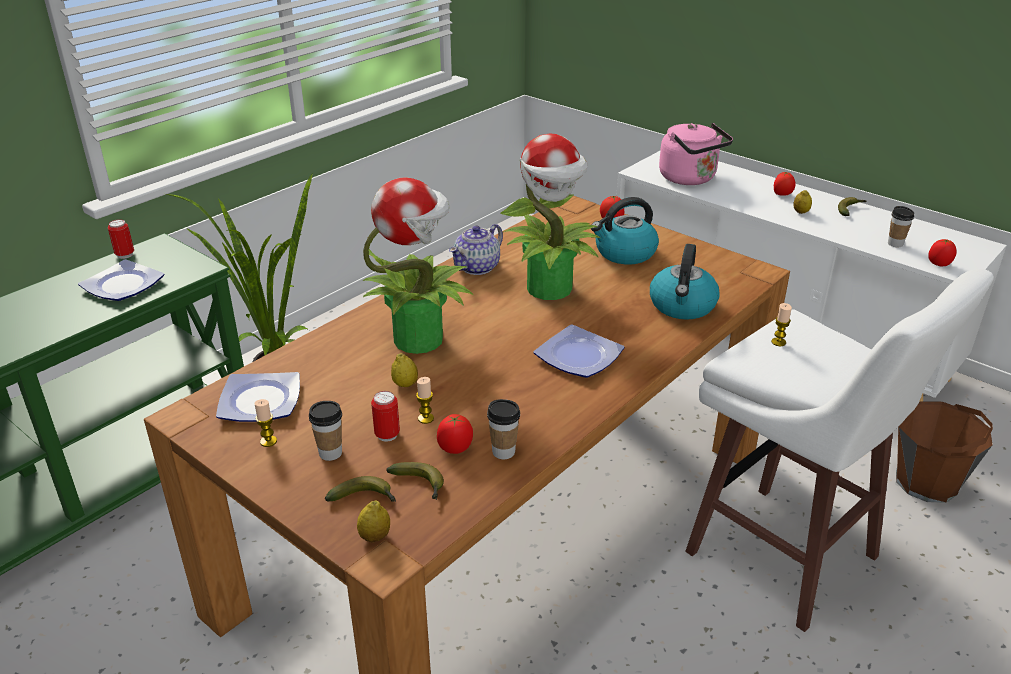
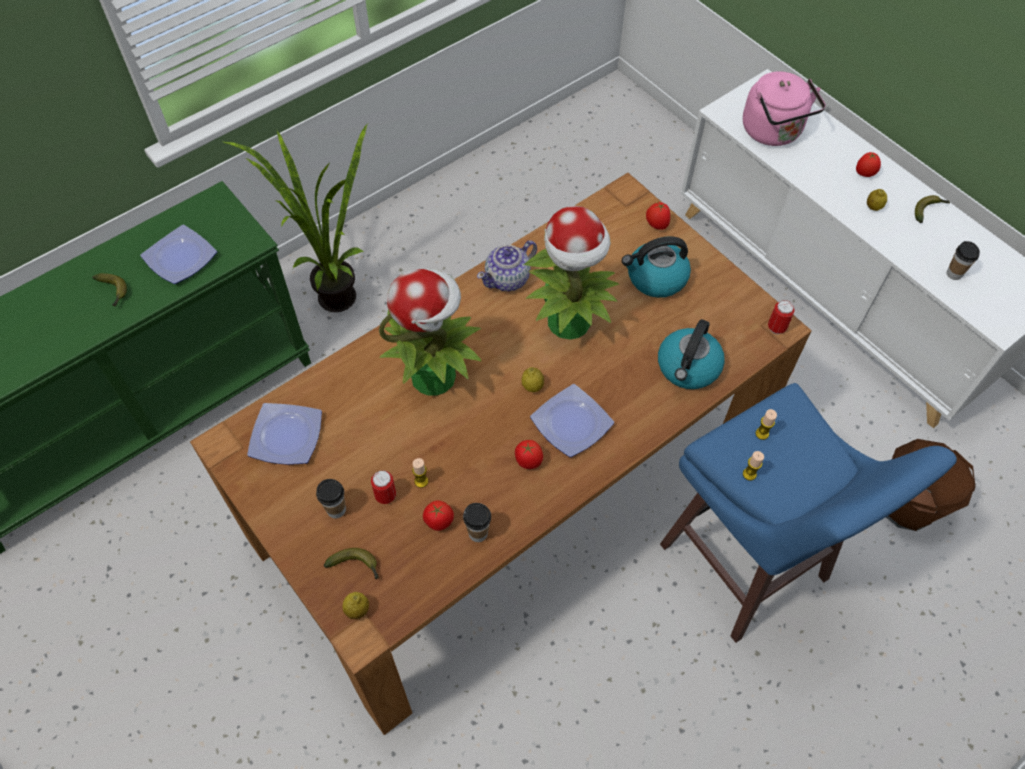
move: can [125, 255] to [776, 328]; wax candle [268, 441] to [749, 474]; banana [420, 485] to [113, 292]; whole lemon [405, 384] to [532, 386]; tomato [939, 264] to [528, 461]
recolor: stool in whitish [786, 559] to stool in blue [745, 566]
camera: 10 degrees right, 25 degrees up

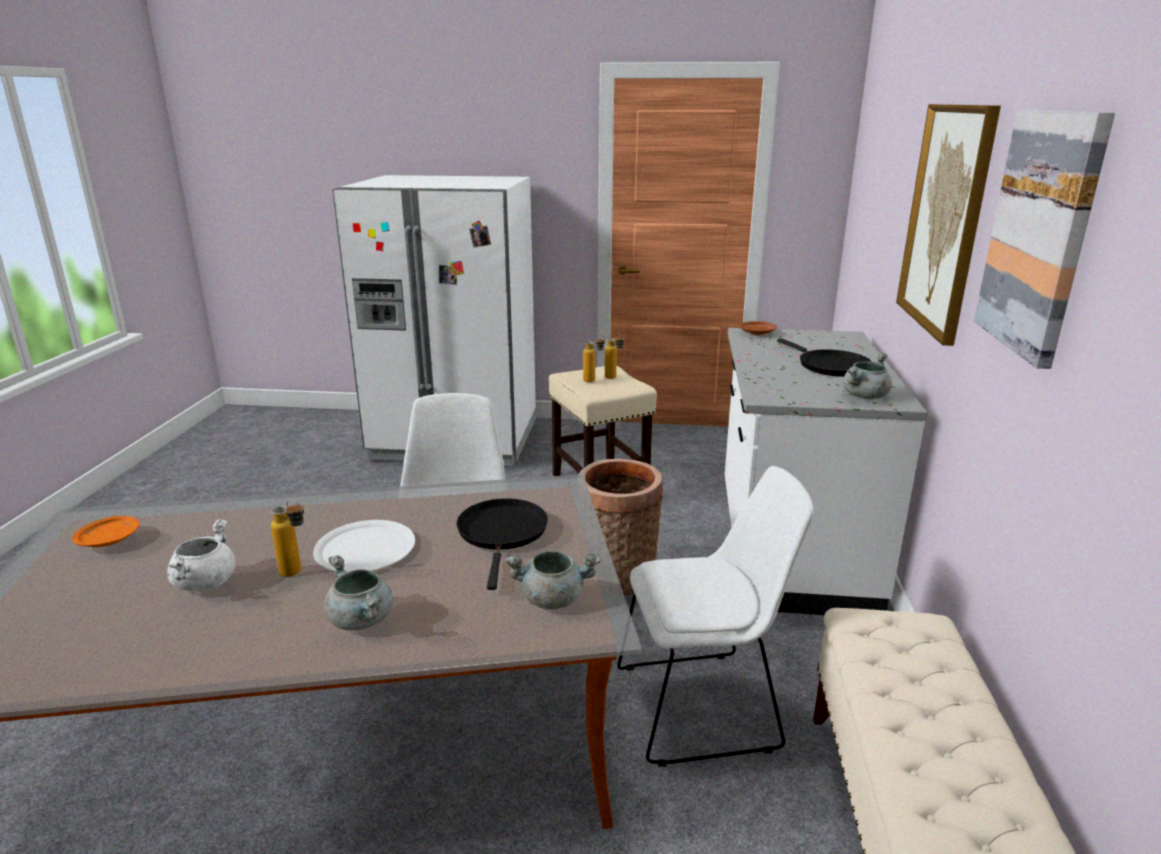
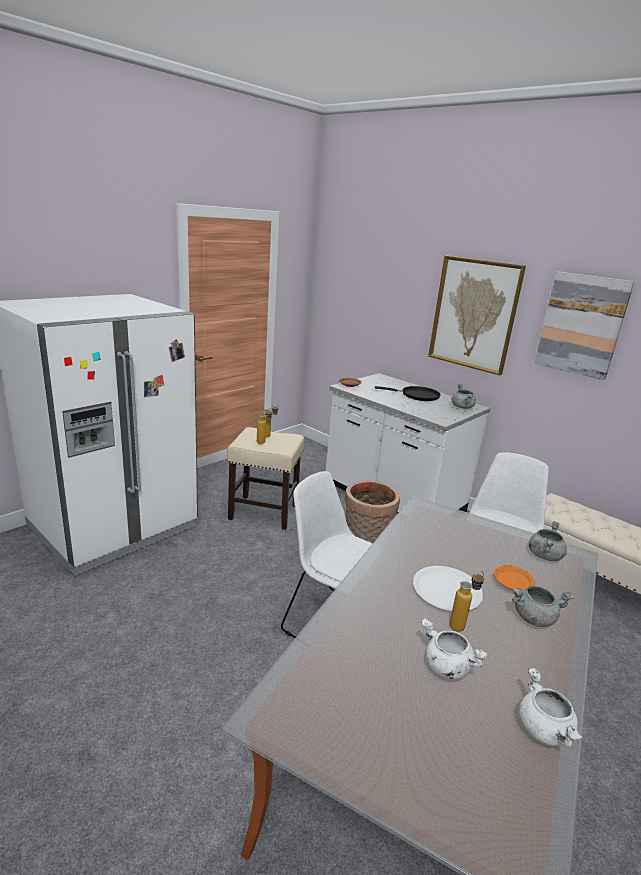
delete: skillet in black-coloured [502, 533]
insert: cooking pot in whitish [544, 731]
move: flat dish in orangey [110, 540] to [512, 584]
camera: 55 degrees left, 0 degrees up

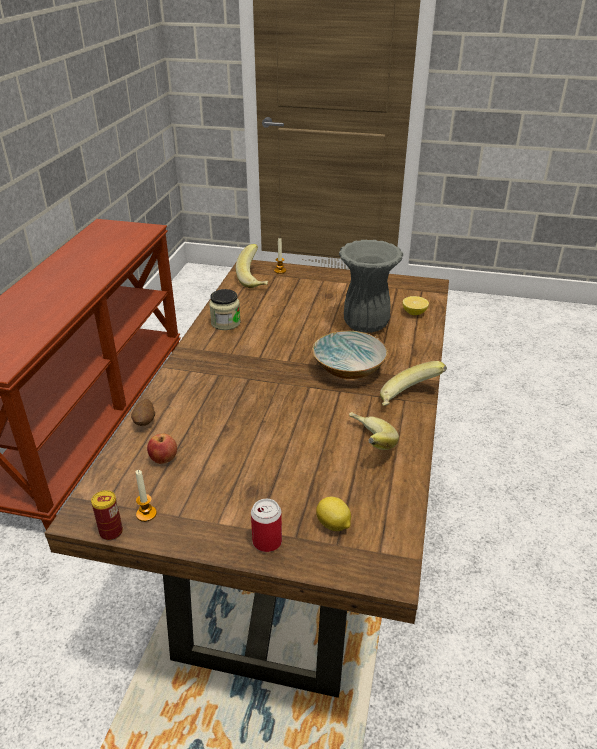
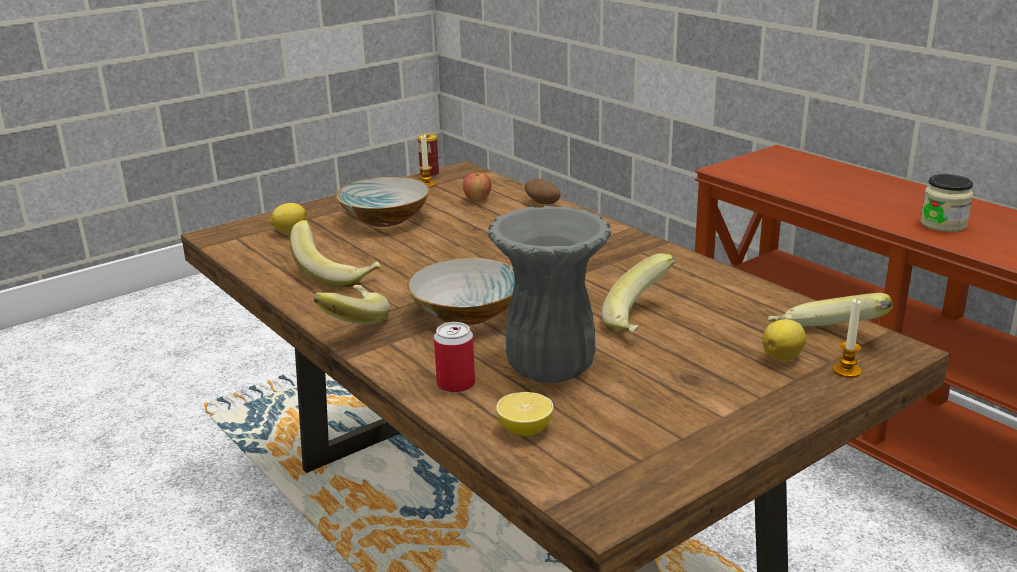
insert: serving bowl [385, 219]; banana [642, 321]; whole lemon [783, 357]
move: preserve jar [225, 323] to [943, 224]; can [267, 541] to [456, 384]
camera: 130 degrees right, 10 degrees down

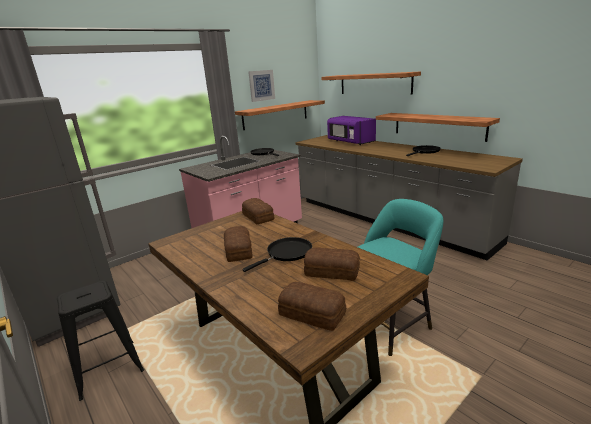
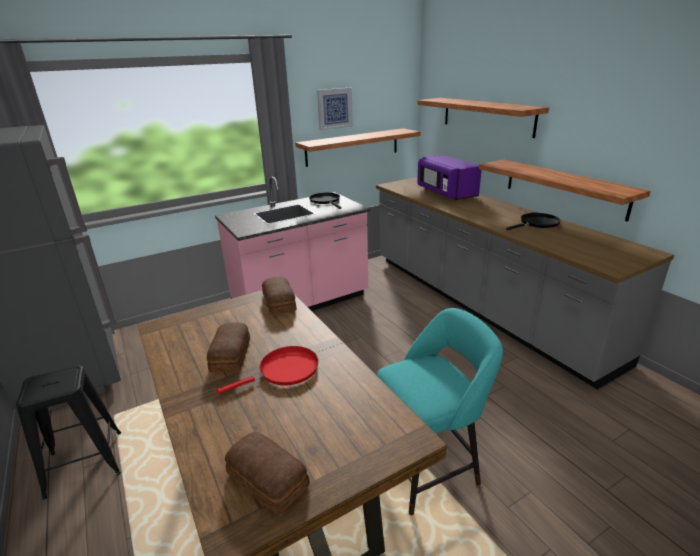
delete: bread [331, 271]
recolor: skillet in black-coloured [287, 253] to skillet in red-coloured [285, 371]
camera: 10 degrees right, 5 degrees up

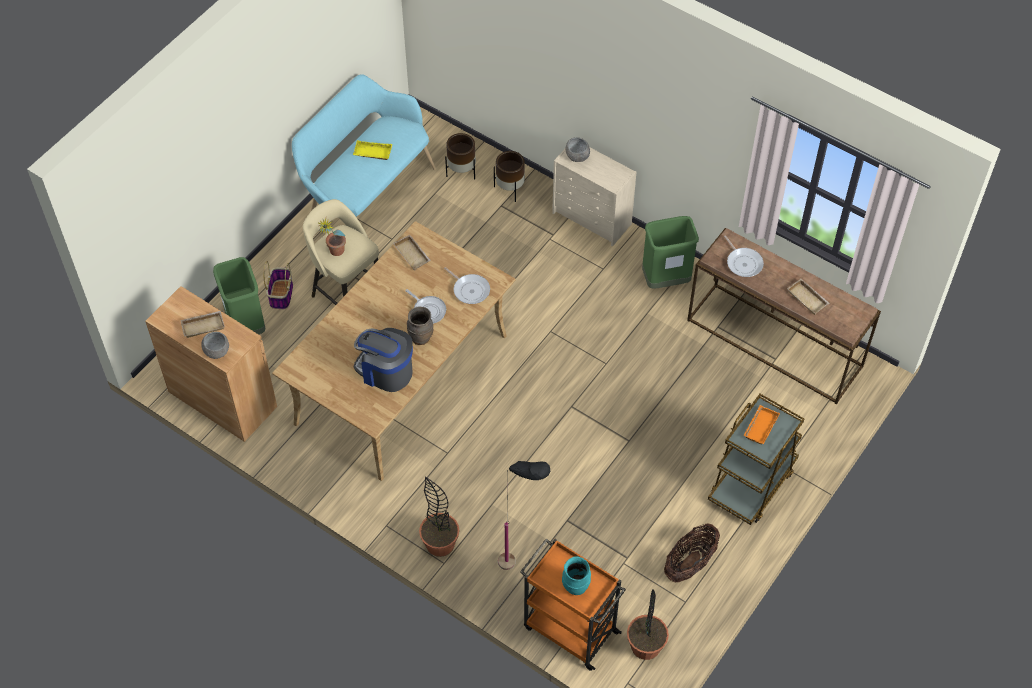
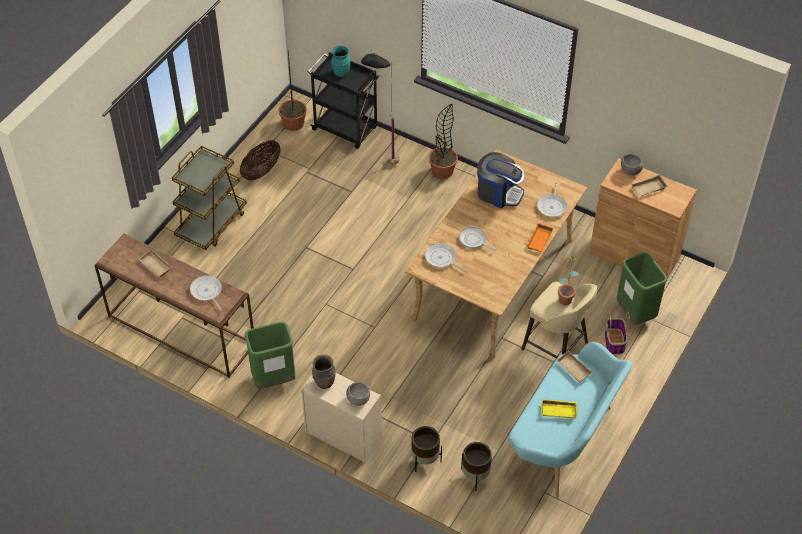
insert: skillet [552, 206]
move: tray in sand-coloured [413, 254] to [572, 369]; vase in brownish [421, 338] to [324, 382]; tray in orangey [760, 426] to [540, 240]
recolor: cart in orangey [569, 629] to cart in black-coloured [346, 129]
camera: 175 degrees right, 5 degrees down

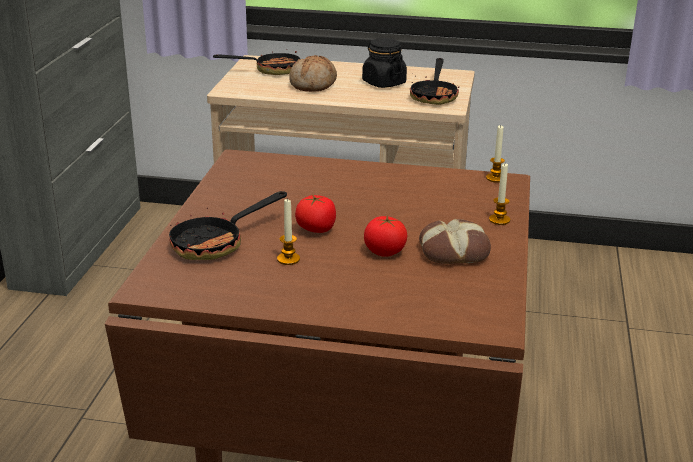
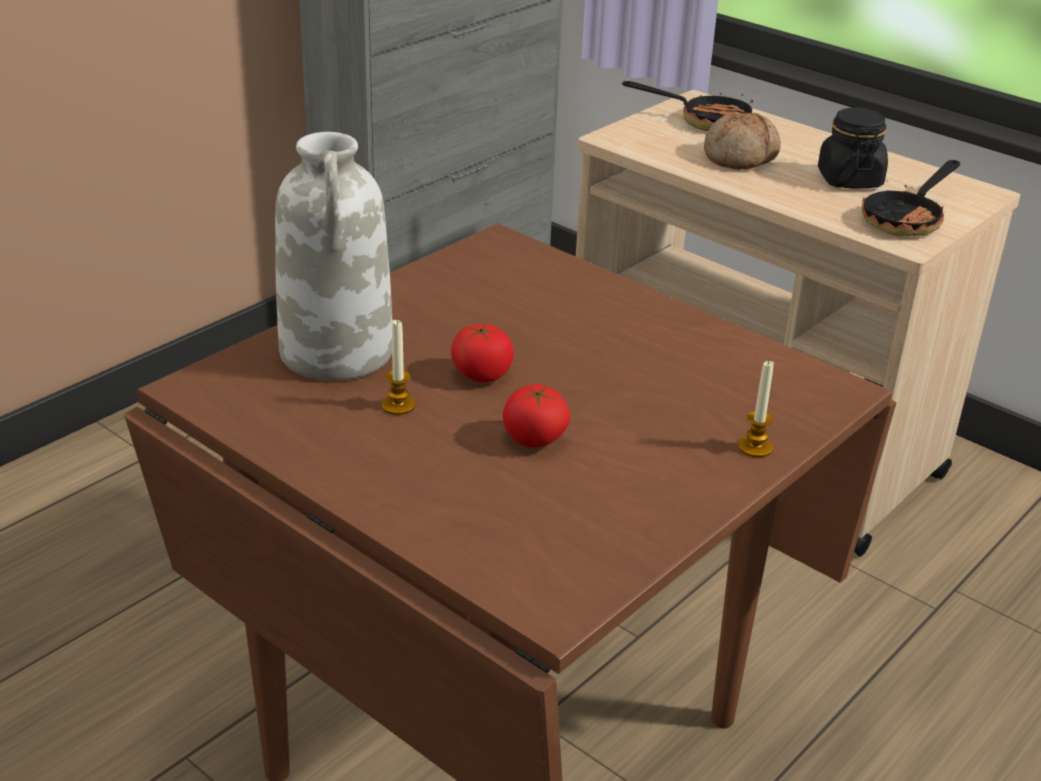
delete: bread [453, 250]; wax candle [495, 178]
replace: skillet [216, 243] to vase in whitish [338, 353]
camera: 30 degrees right, 5 degrees up

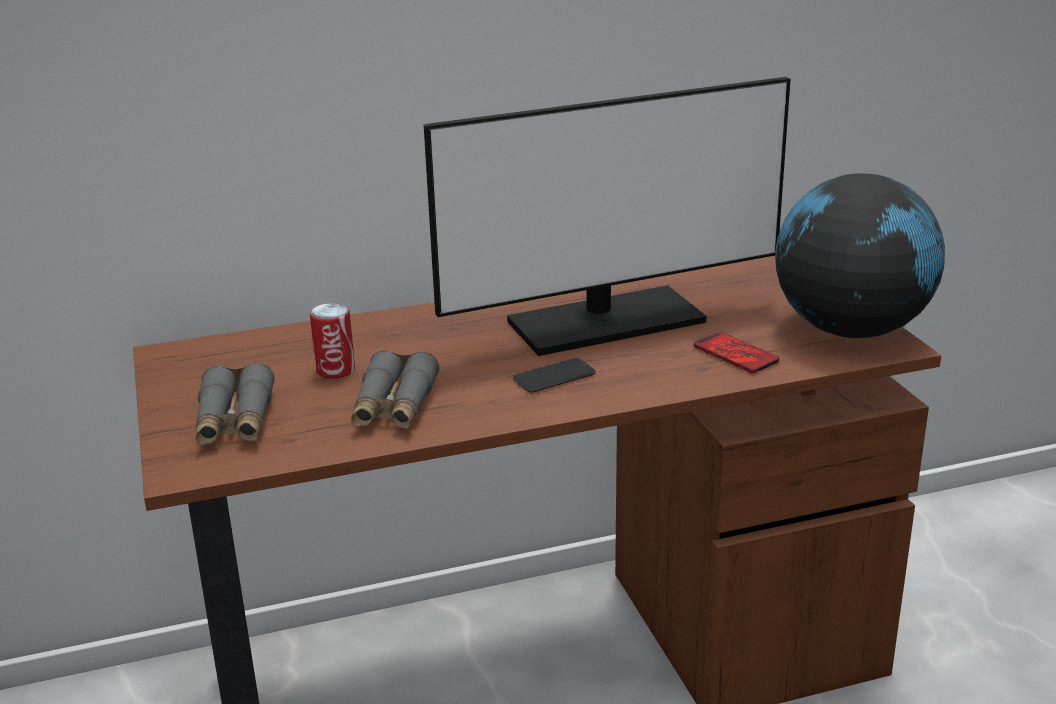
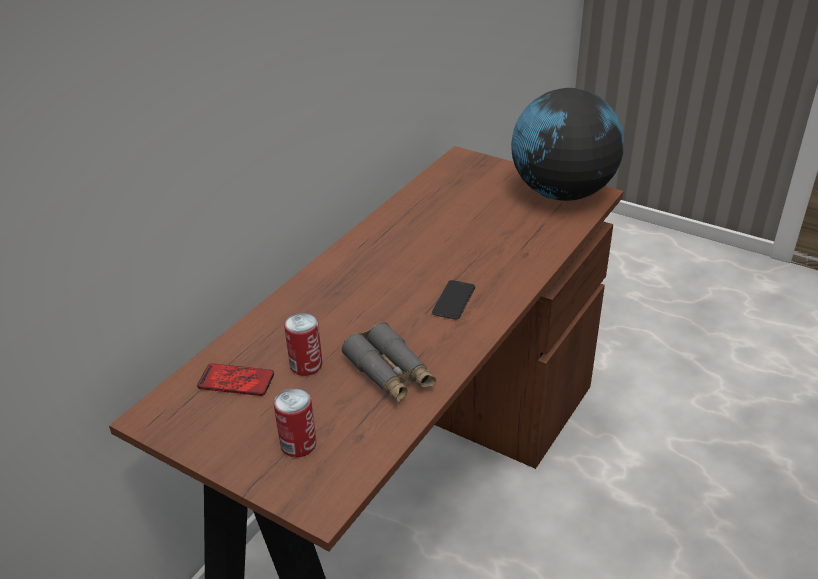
delete: computer display [606, 322]
move: telephone [735, 354] to [236, 381]
replace: field glasses in greyish [235, 422] to can [298, 444]
camera: 40 degrees left, 10 degrees up

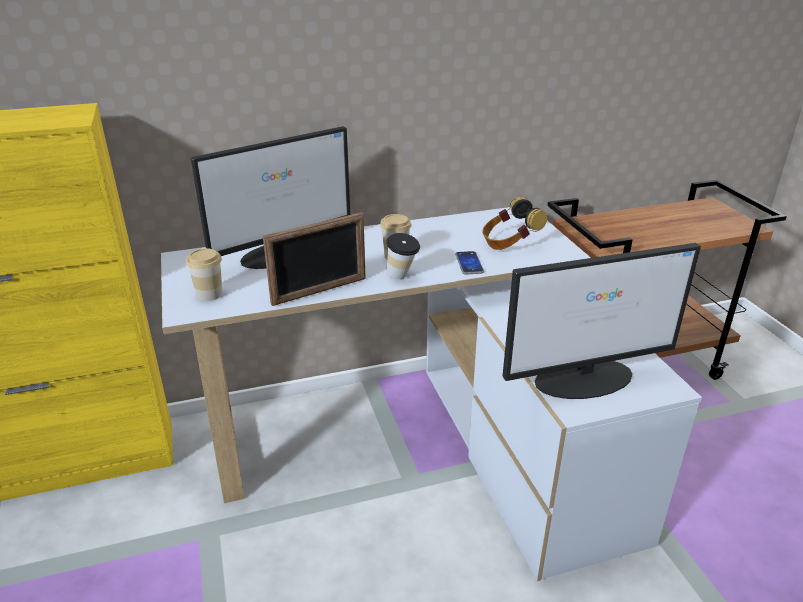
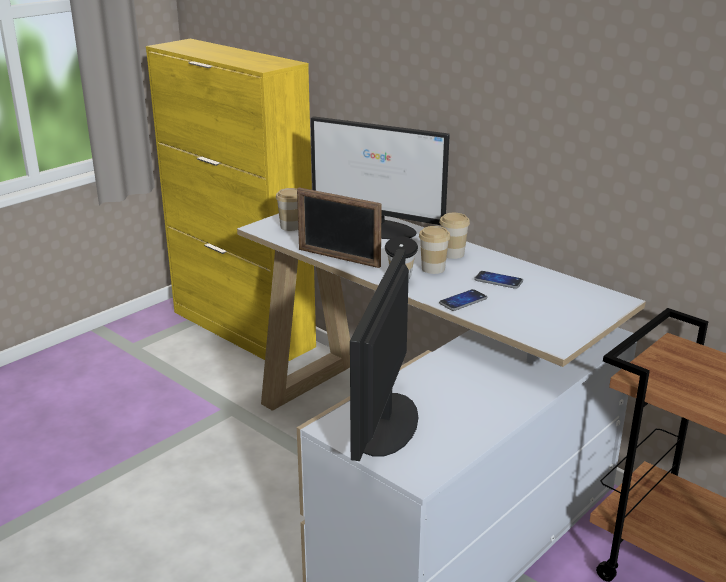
delete: pair of headphones [509, 243]
insert: small cup [453, 254]; telephone [498, 281]
rotate: computer display [585, 378] = [384, 424] 60 degrees clockwise
camera: 60 degrees right, 5 degrees down

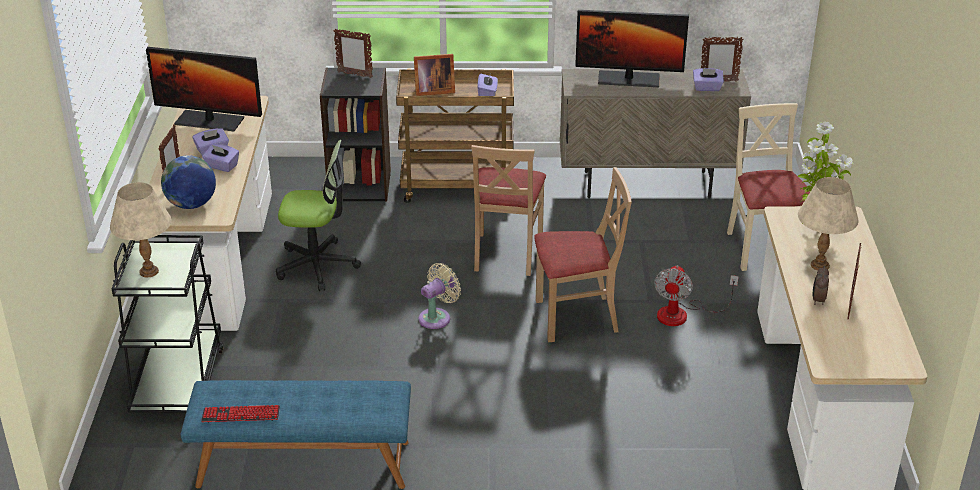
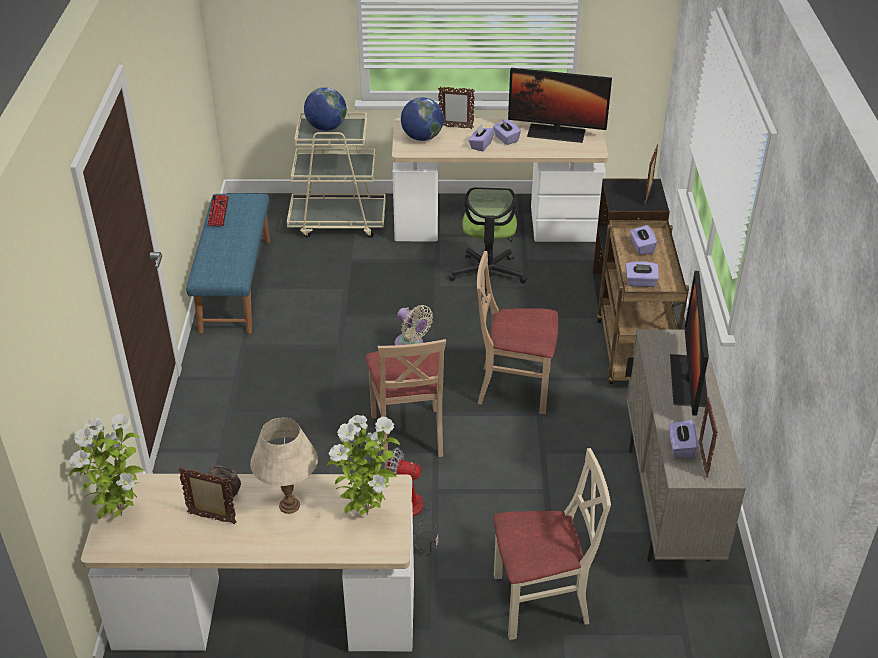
insert: plant in a pot [120, 514]
replace: tabletop lamp in sand-coloured [149, 272] to world globe [326, 127]; photo frame [432, 90] to tissue holder in purple-coloured [641, 247]
recolor: cart in black-coloured [178, 380] to cart in sand-coloured [338, 222]
rotate: computer display [209, 121] = [556, 133] 90 degrees counterclockwise
camera: 90 degrees right, 5 degrees up

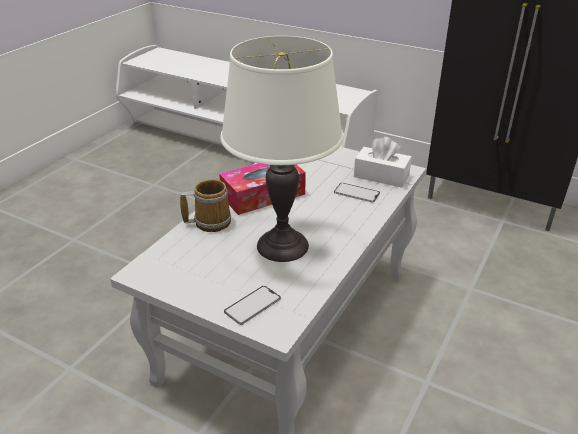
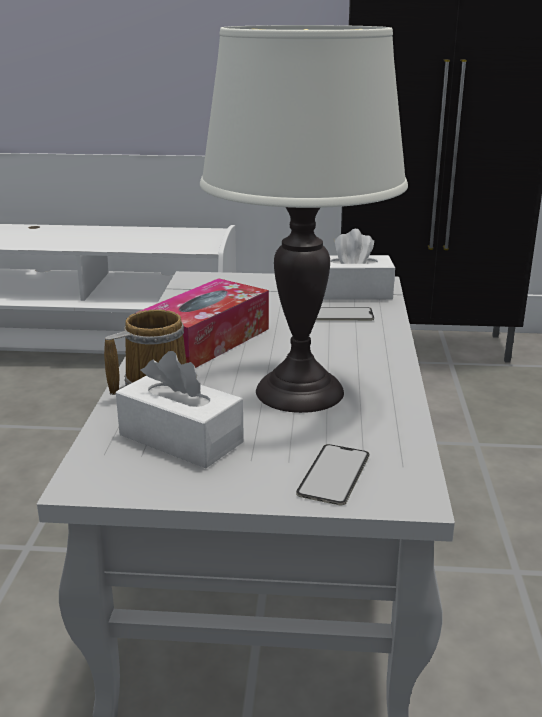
insert: tissue holder in whitish [181, 438]
camera: 25 degrees left, 10 degrees down

